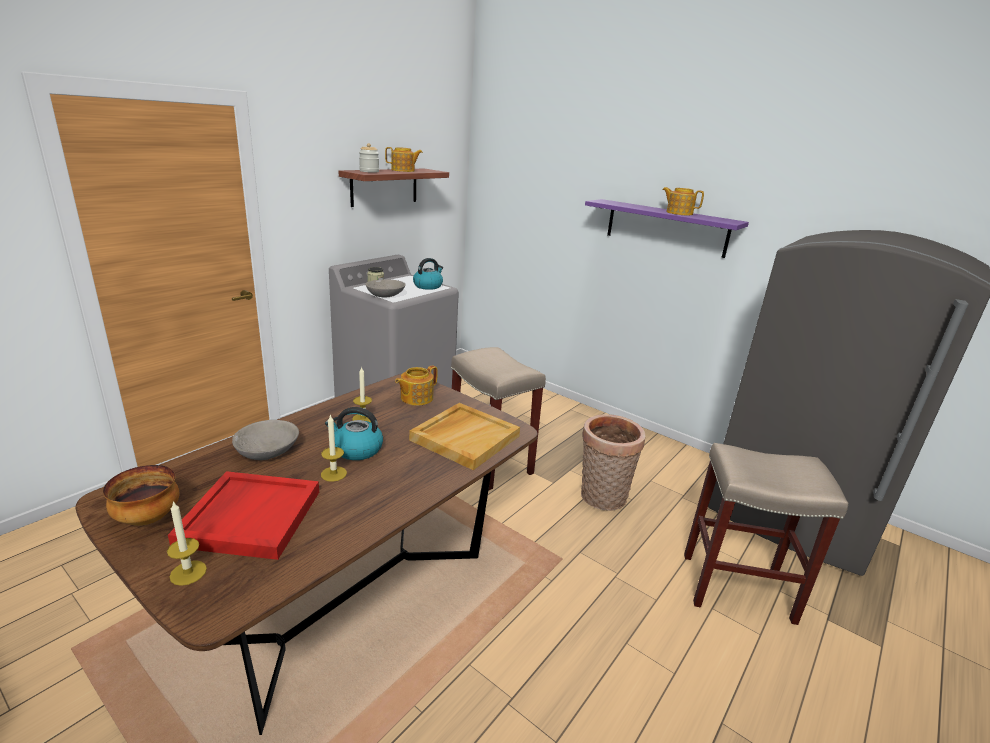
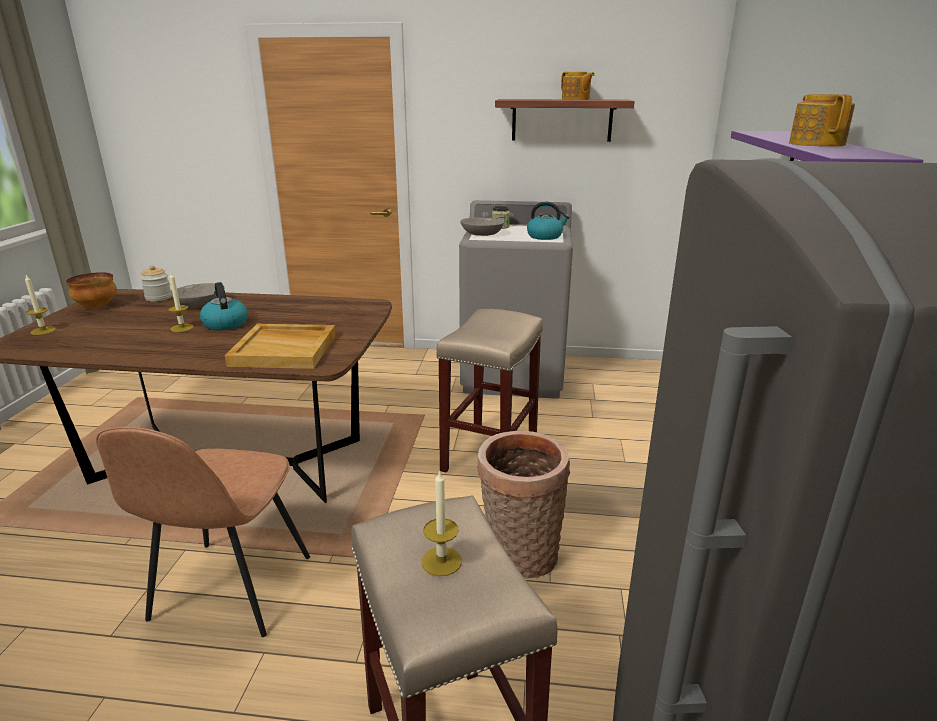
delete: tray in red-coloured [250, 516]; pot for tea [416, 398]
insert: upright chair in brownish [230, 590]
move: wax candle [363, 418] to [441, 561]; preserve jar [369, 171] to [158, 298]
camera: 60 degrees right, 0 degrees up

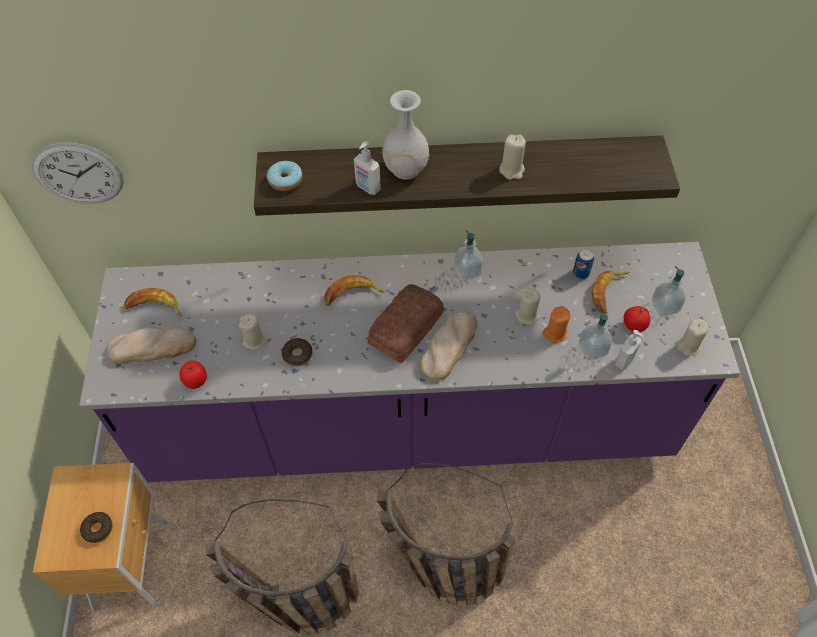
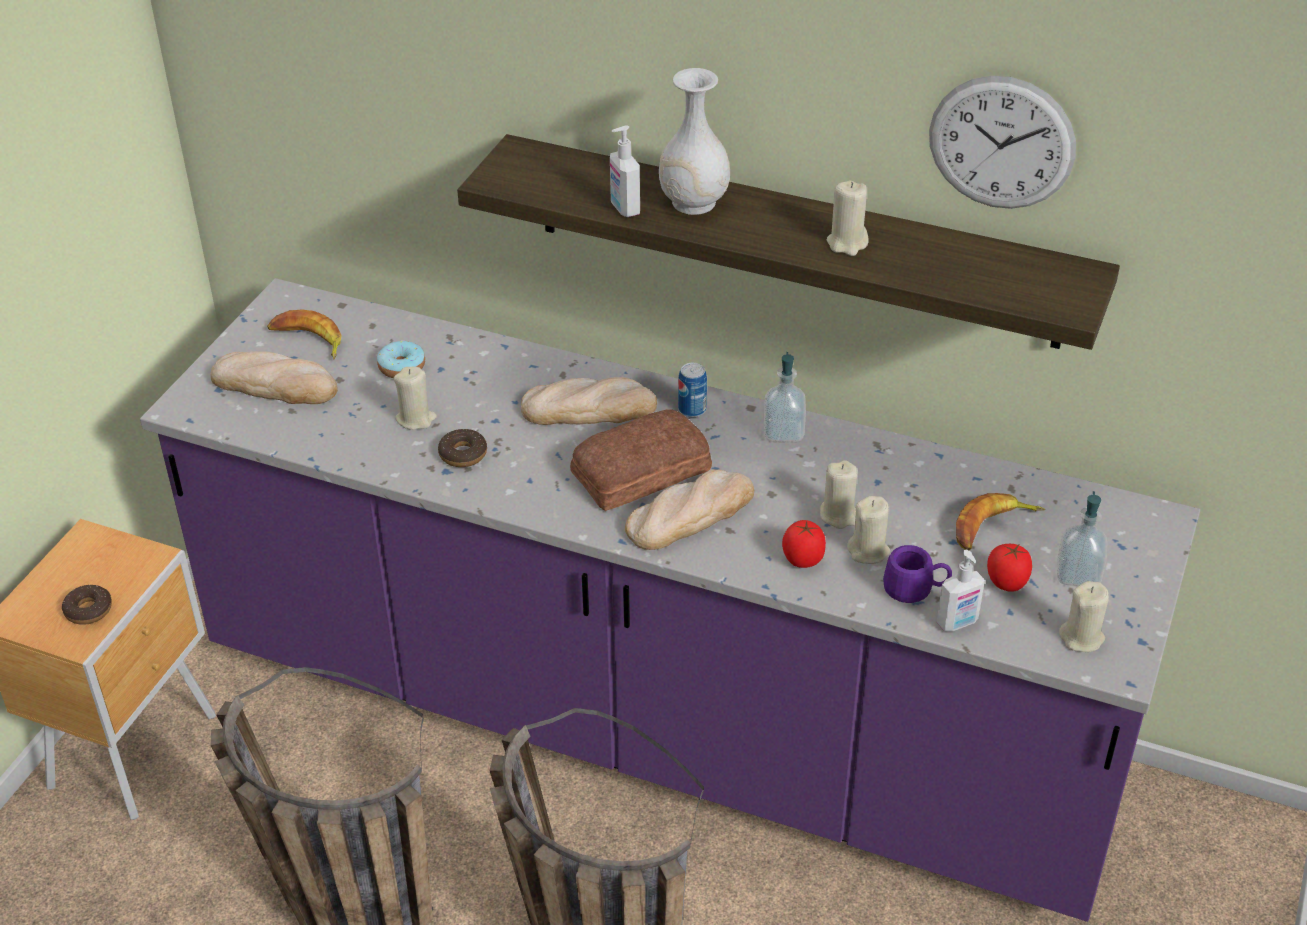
move: hanging clock [78, 173] to [1001, 143]; tomato [196, 381] to [803, 559]; doughnut [285, 181] to [402, 367]; can [581, 273] to [692, 409]
replace: banana [352, 295] to bread [589, 408]; liquid soap bottle [592, 349] to tea mug in purple-coloured [915, 590]
recolor: wax candle in orangey [555, 333] to wax candle in sand-coloured [868, 551]
camera: 25 degrees right, 15 degrees down

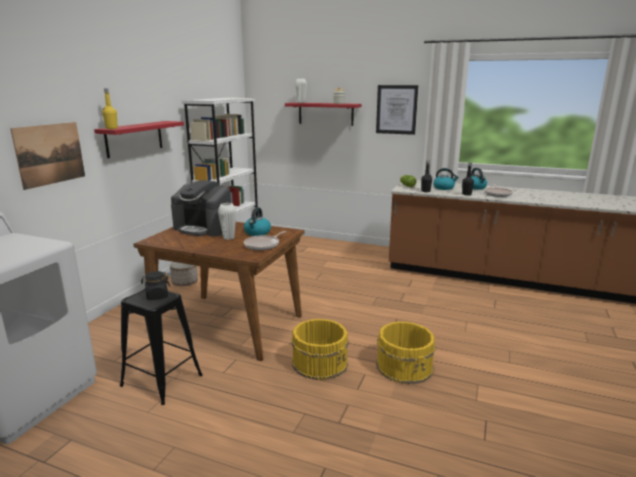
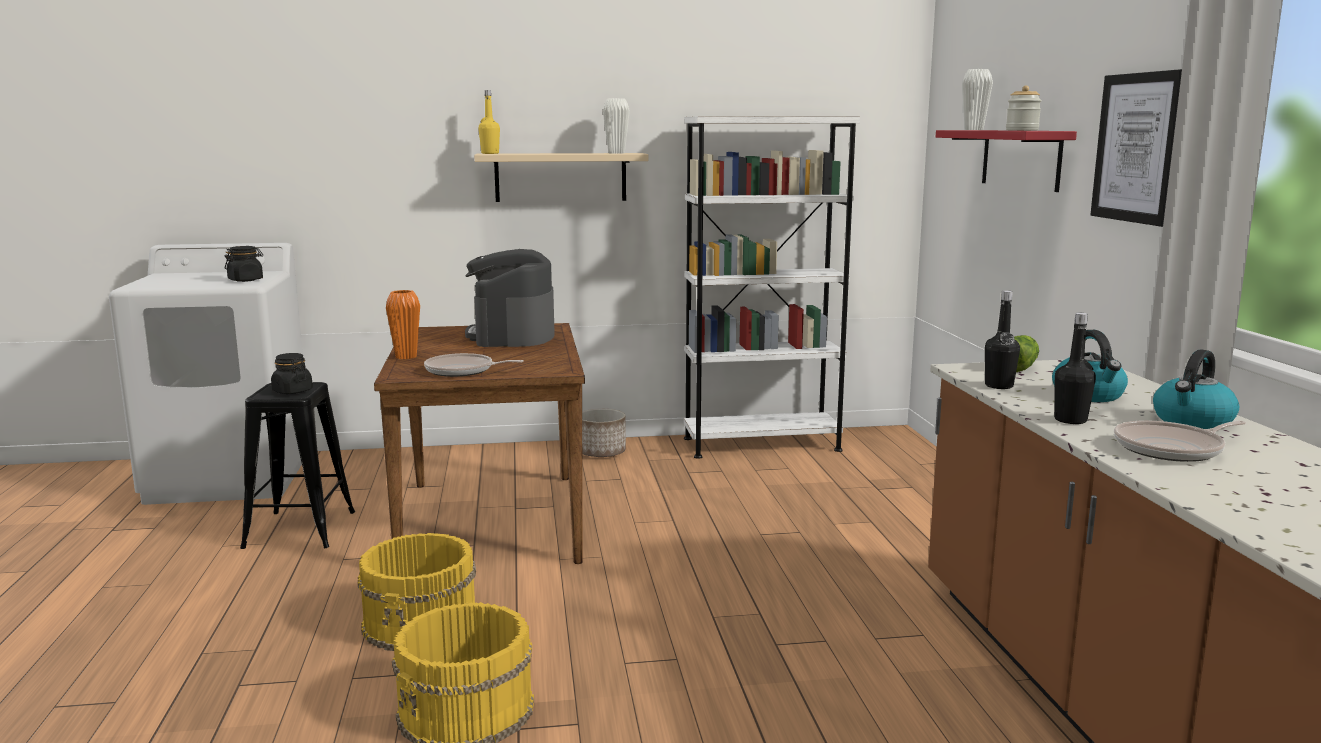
delete: wall picture [50, 154]; water kettle [257, 233]
insert: preserve jar in black-coloured [245, 280]; vase in orangey [406, 357]
move: vase in whitish [228, 238] to [616, 153]
recolor: shelf in red-coloured [134, 138] to shelf in sand-coloured [560, 177]
camera: 60 degrees right, 5 degrees down

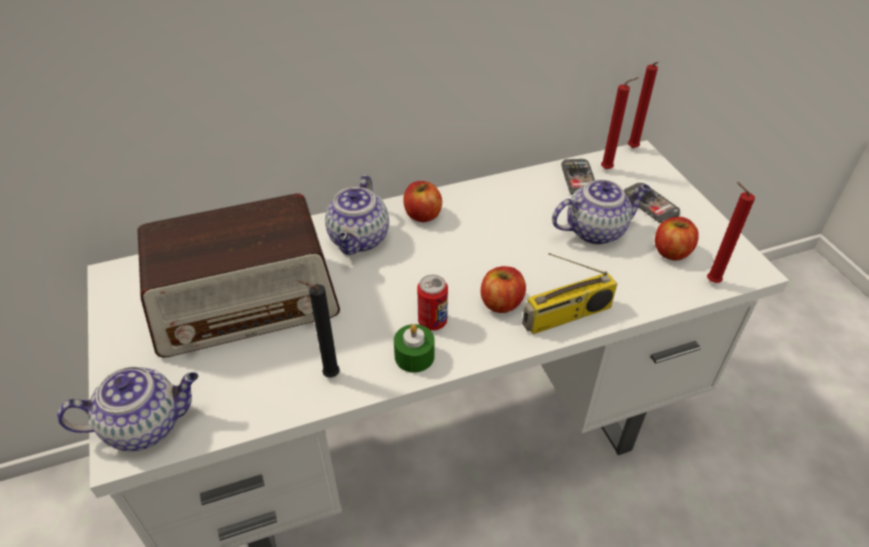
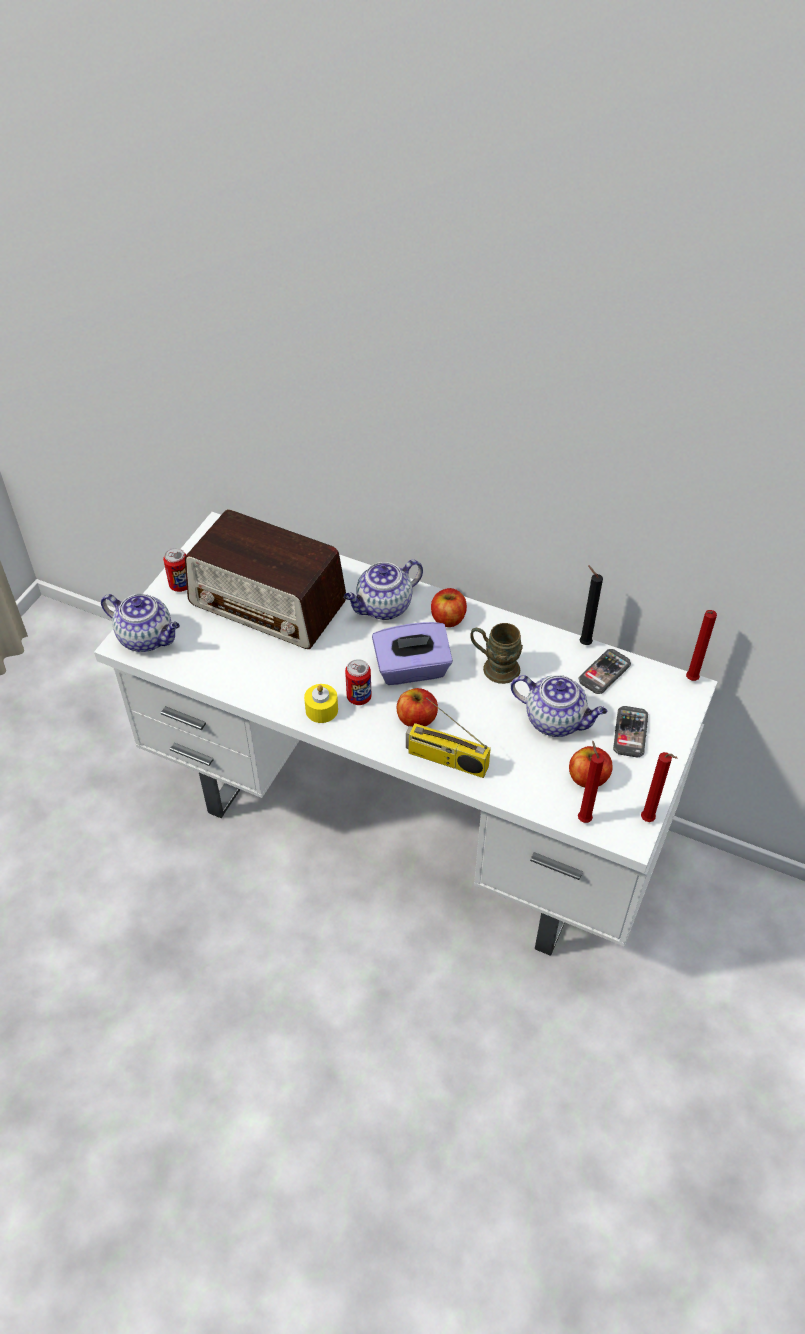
insert: can [180, 585]; tissue holder in purple-coloured [412, 669]; tea mug in brownish [494, 667]
move: wax candle in black-coloured [328, 375] to [583, 642]; wax candle in red-coloured [608, 169] to [649, 821]
recolor: wax candle in greenish [414, 356] to wax candle in yellow-coloured [321, 710]
camera: 45 degrees right, 5 degrees up

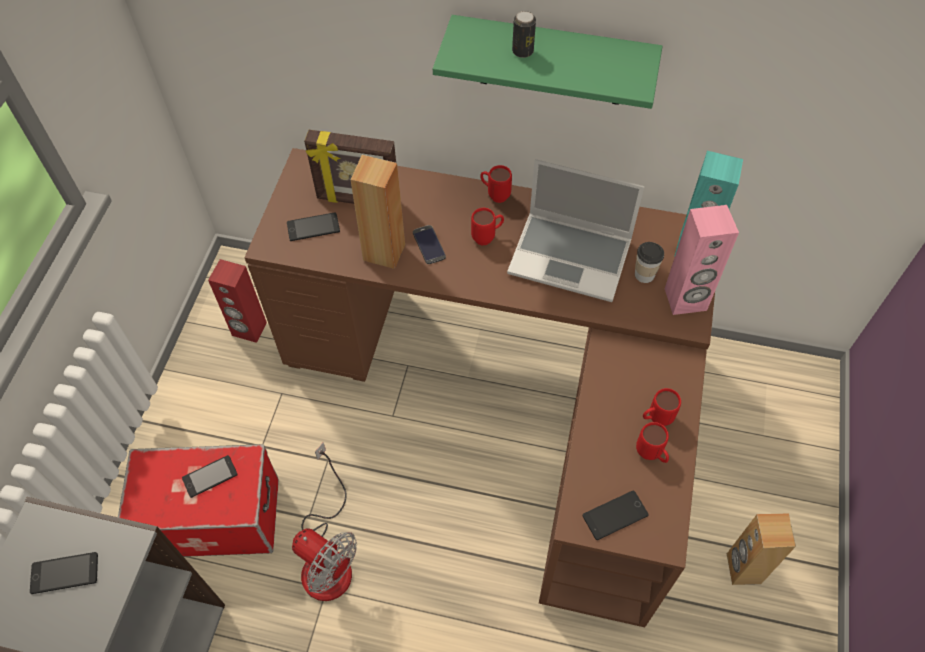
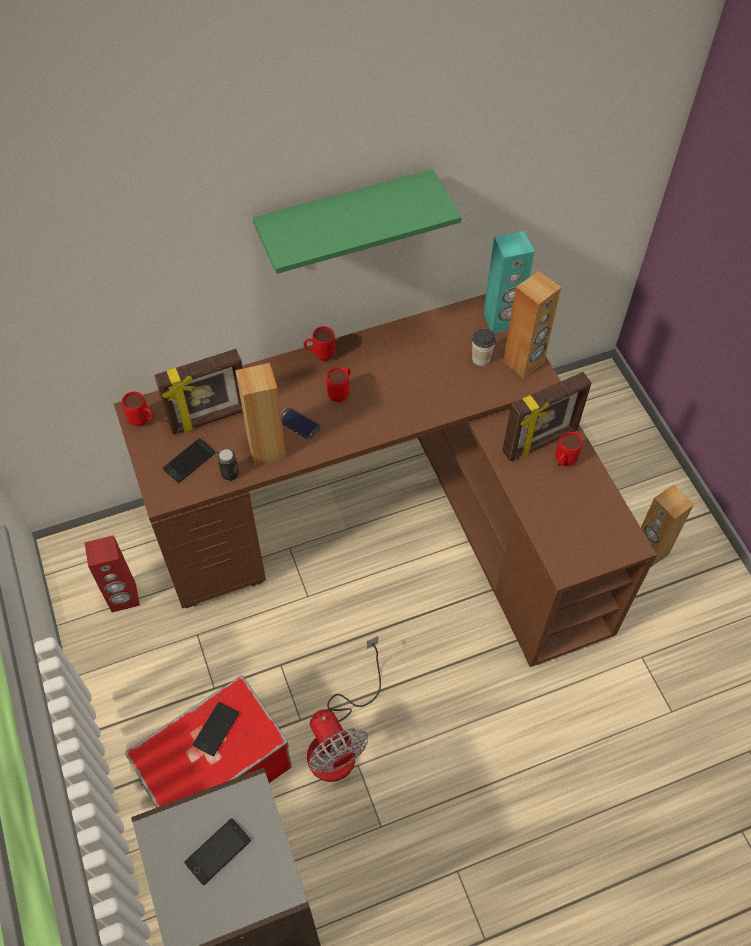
delete: portable computer [572, 257]; telephone [615, 515]
insert: photo frame [540, 442]
move: can [522, 51] to [230, 474]; tea mug in red-coloured [651, 455] to [143, 422]
recolor: loudspeaker in pink [685, 300] to loudspeaker in brownish [523, 362]
rotate: cooling fan [327, 556] = [339, 739] 60 degrees clockwise
camera: 35 degrees left, 0 degrees up

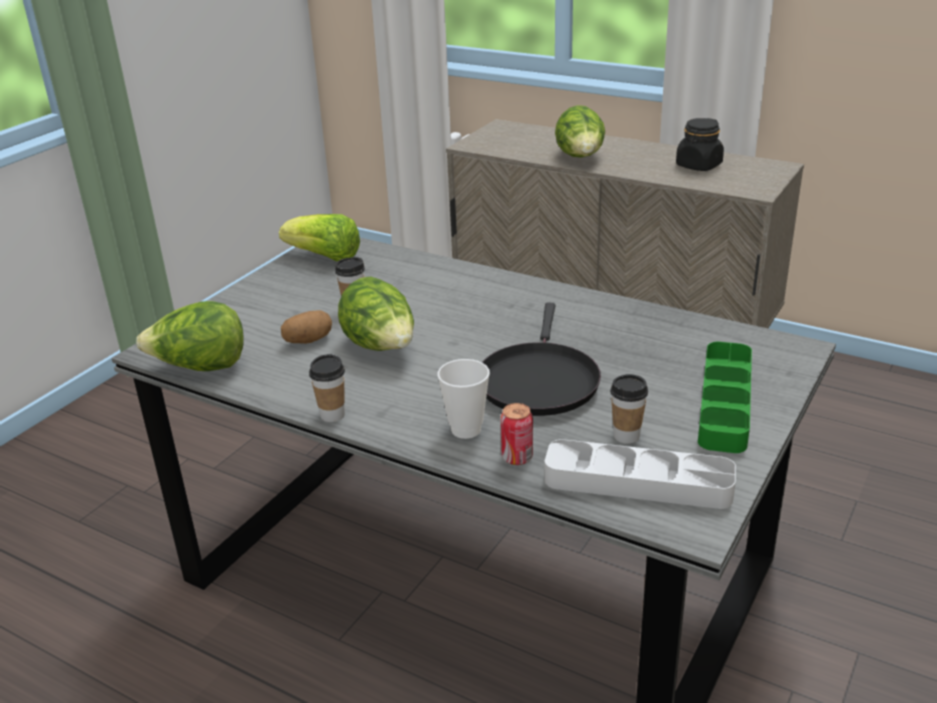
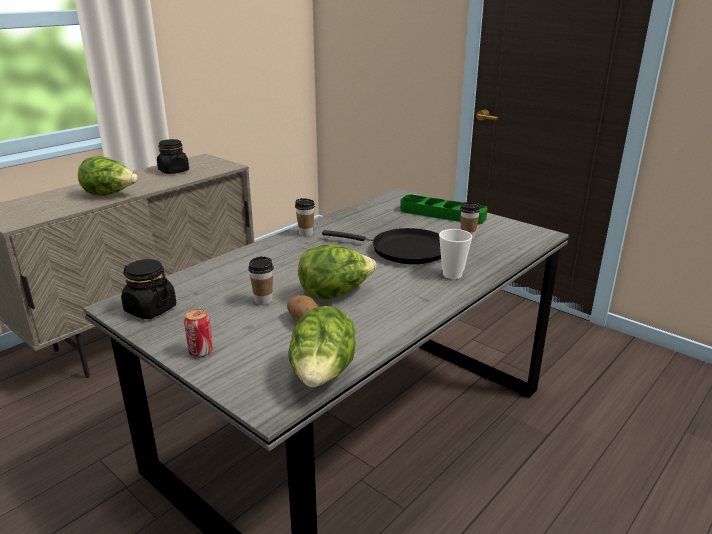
delete: tray in greyish [638, 482]
move: small cup [332, 415] to [306, 233]; can [517, 457] to [201, 351]
replace: head of lettuce [325, 257] to preserve jar in black-coloured [150, 309]
camera: 80 degrees left, 5 degrees down

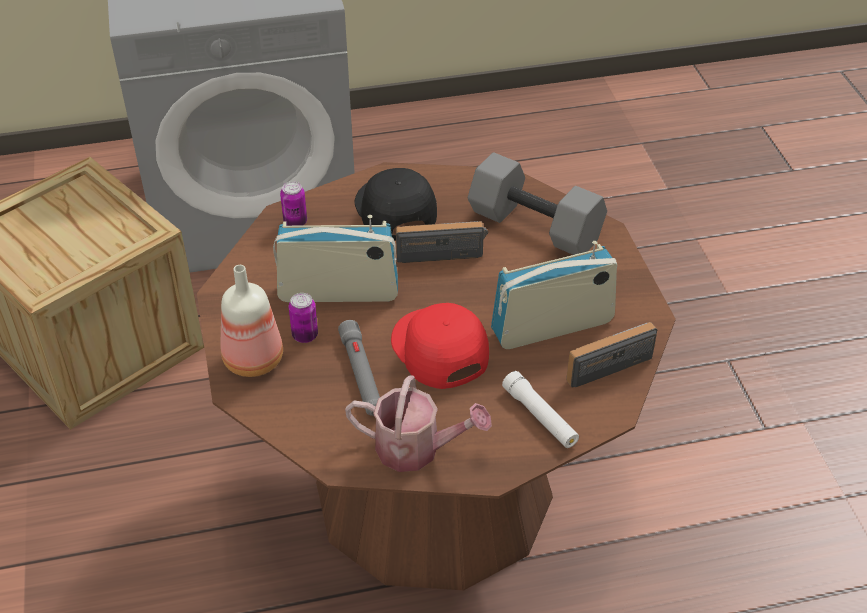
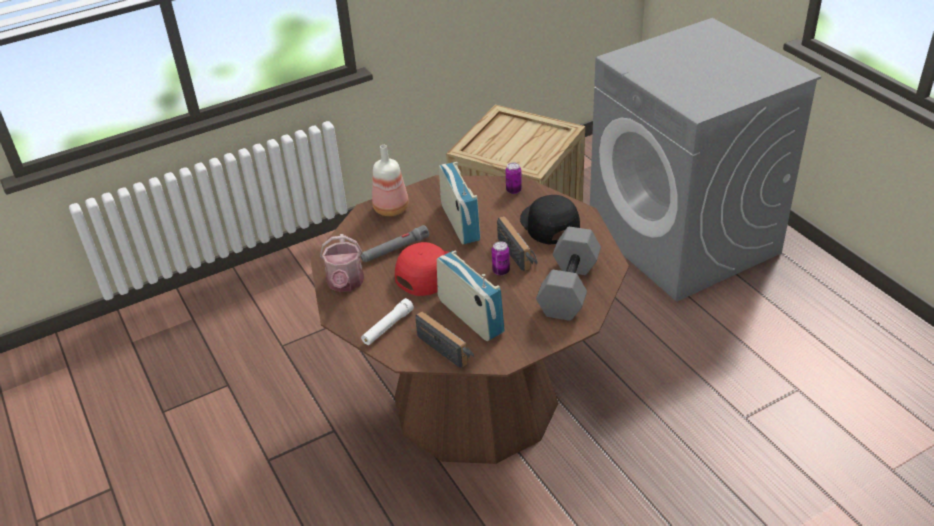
move: can [305, 335] to [501, 271]
rotate: baseball cap in black-coloured [394, 210] = [548, 224] 75 degrees counterclockwise
camera: 75 degrees right, 5 degrees down

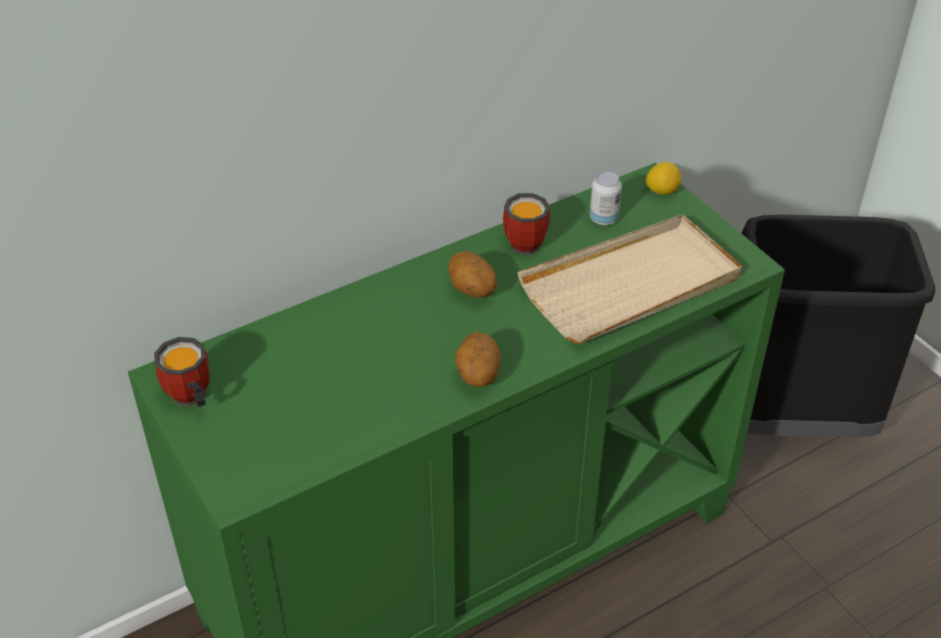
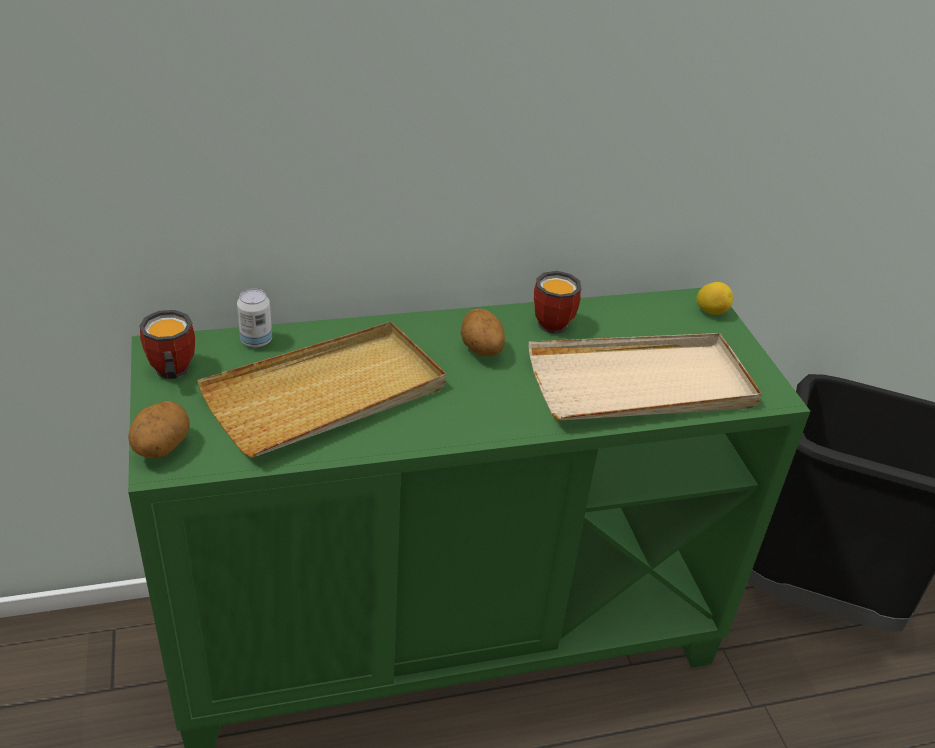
insert: tray in sand-coloured [327, 394]
move: spud [477, 376] to [161, 448]; can [603, 219] to [256, 341]
camera: 15 degrees right, 5 degrees down

